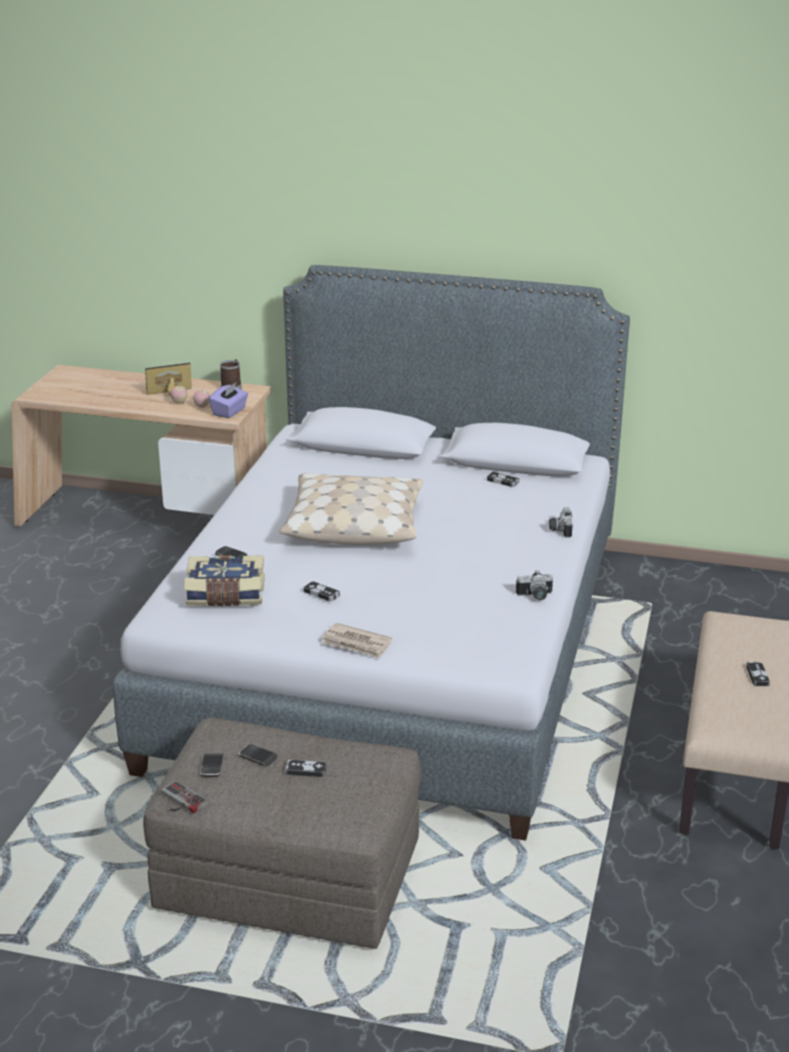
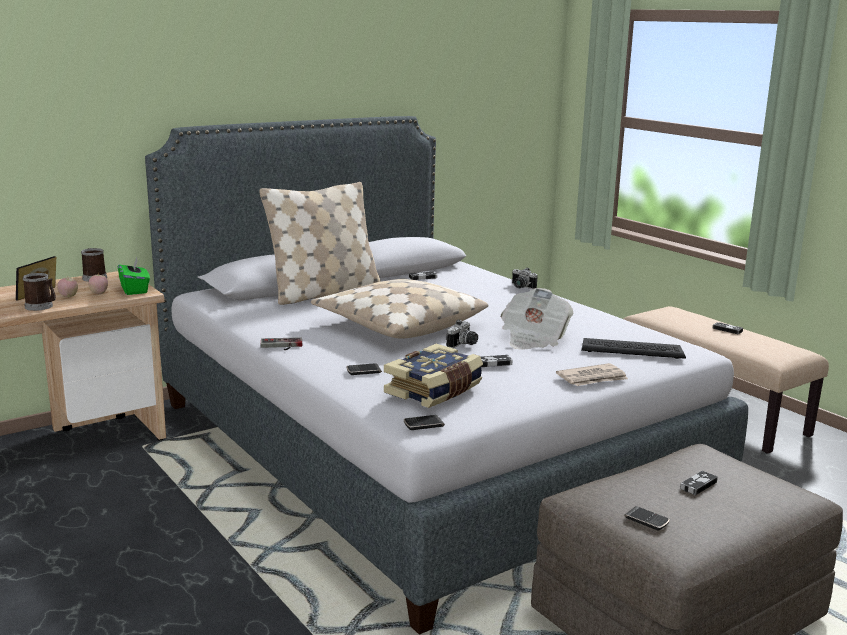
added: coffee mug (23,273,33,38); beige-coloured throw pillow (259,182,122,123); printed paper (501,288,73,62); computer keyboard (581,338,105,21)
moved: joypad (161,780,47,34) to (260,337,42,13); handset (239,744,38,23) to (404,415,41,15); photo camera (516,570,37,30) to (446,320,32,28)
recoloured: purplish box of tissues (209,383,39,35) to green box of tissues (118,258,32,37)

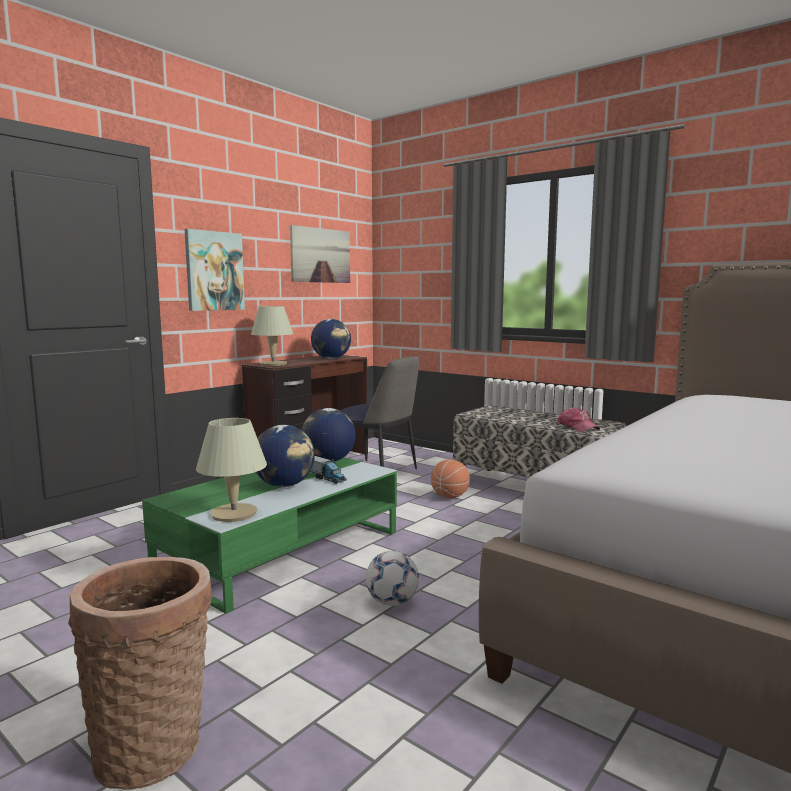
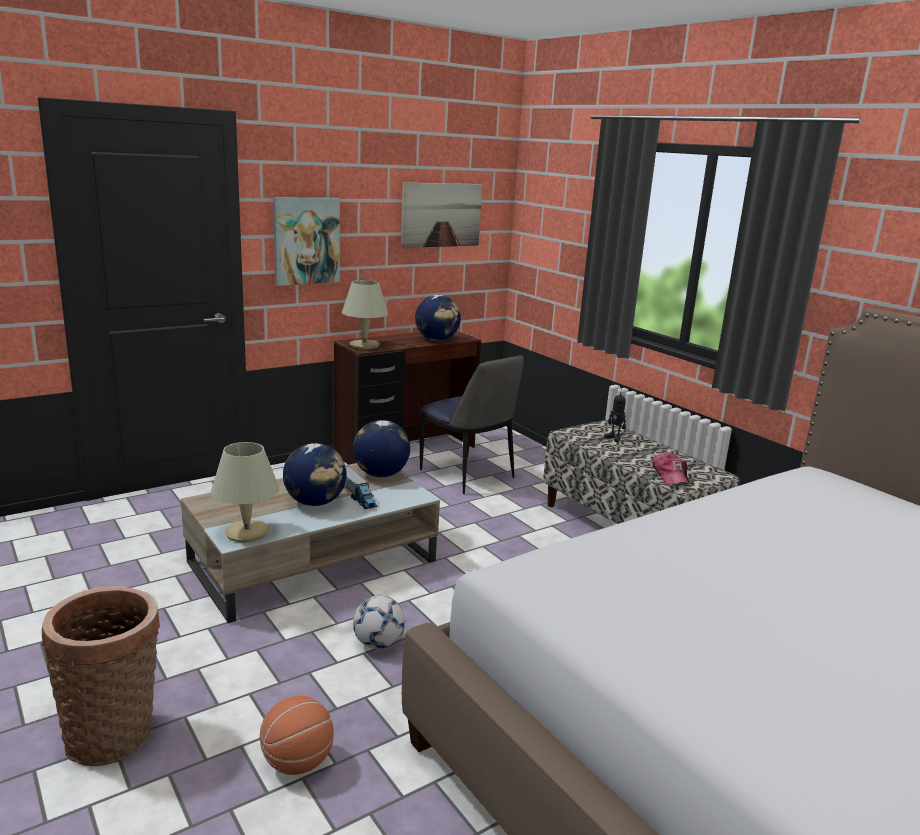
added: robot figure (604,393,22,49)
moved: ball for basketball (431,459,39,39) to (260,696,74,79)
recoloured: green low table (142,458,255,156) to beige-coloured low table (181,463,259,160)

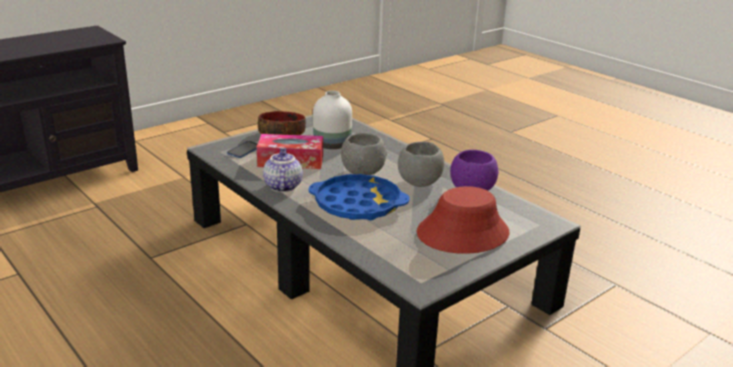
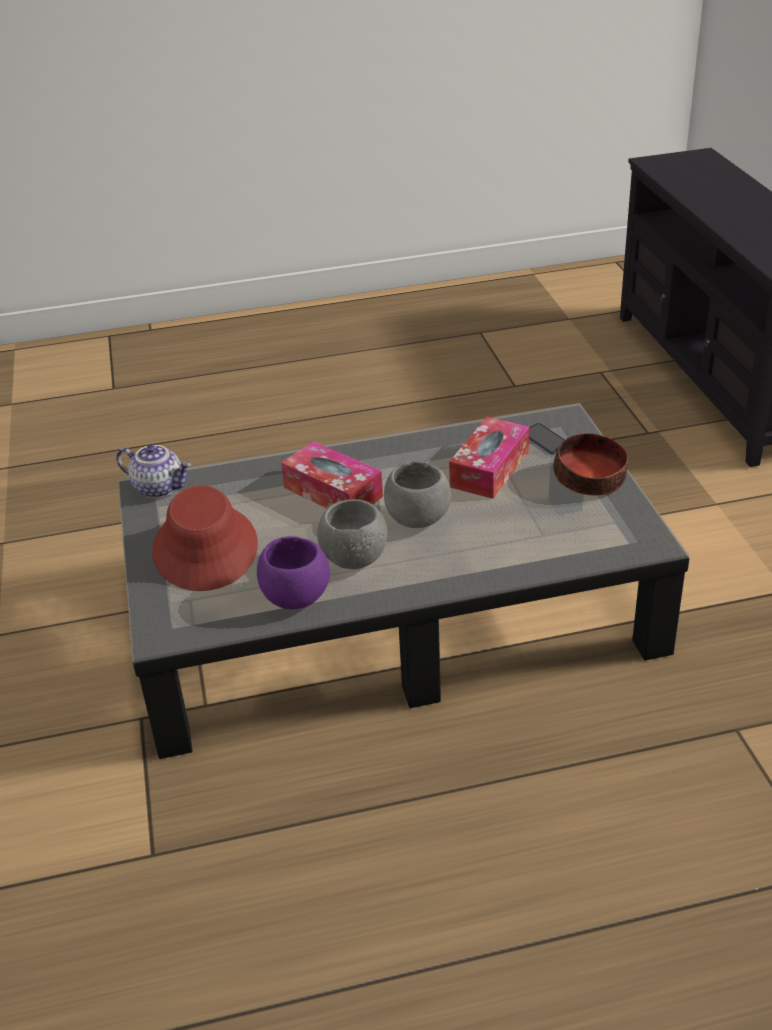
removed: white decorative vase (313,91,39,58)
moved: teapot (263,147,40,45) to (116,445,75,53)
replaced: blue-coloured carrying tray (308,174,102,46) to box of tissues (281,441,102,67)

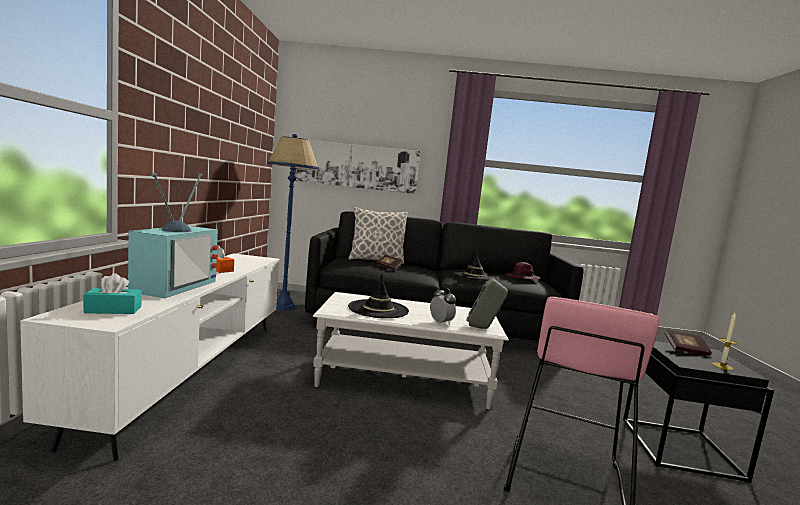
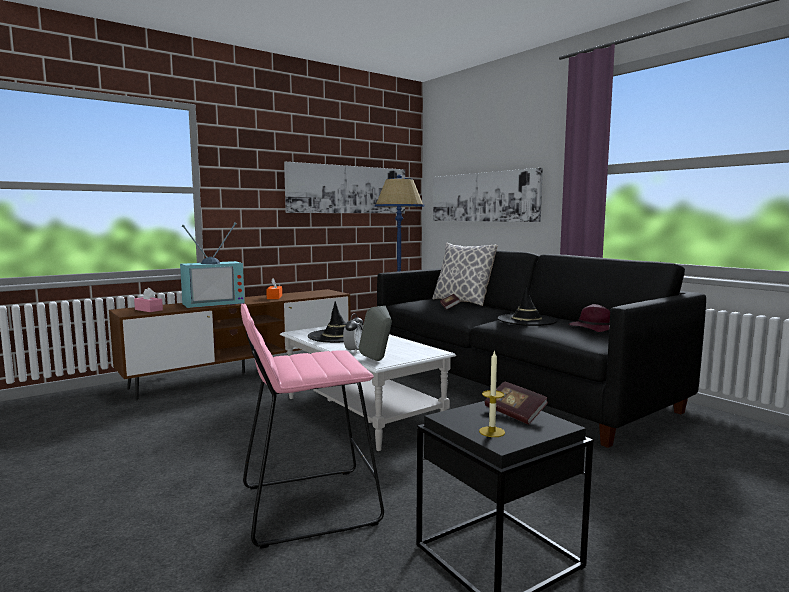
added: wall picture (284,162,121,51)
recoloured: white media console (20,253,259,208) to brown media console (109,289,242,111); turquoise-coloured box of tissues (83,273,59,41) to pinkish box of tissues (134,287,29,25)

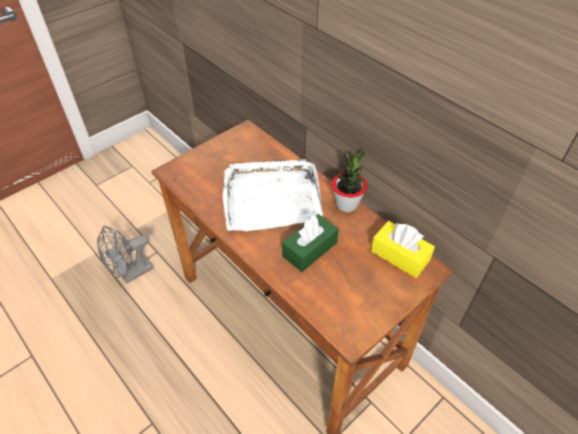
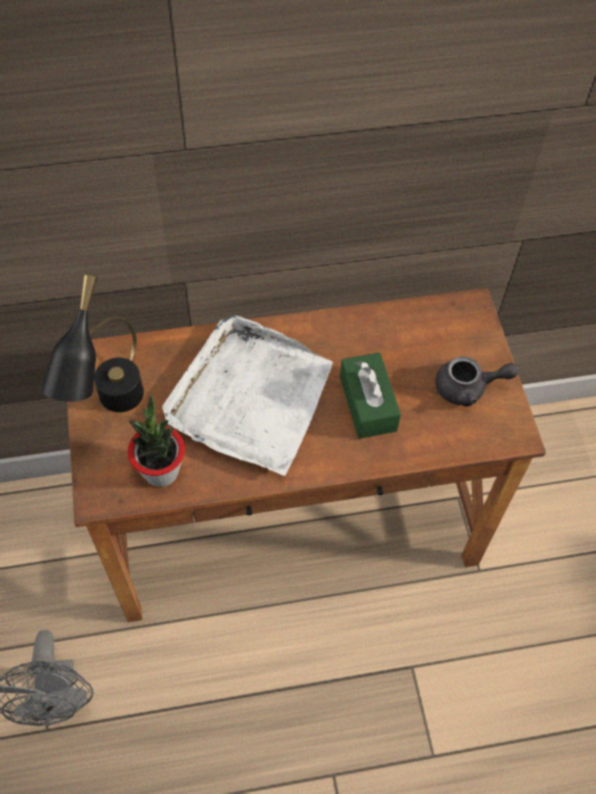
removed: yellow-coloured box of tissues (371,221,64,57)
added: black tabletop lamp (41,273,103,139); grey teapot (436,356,83,51)
moved: plant in a pot (332,149,35,63) to (127,395,58,92)

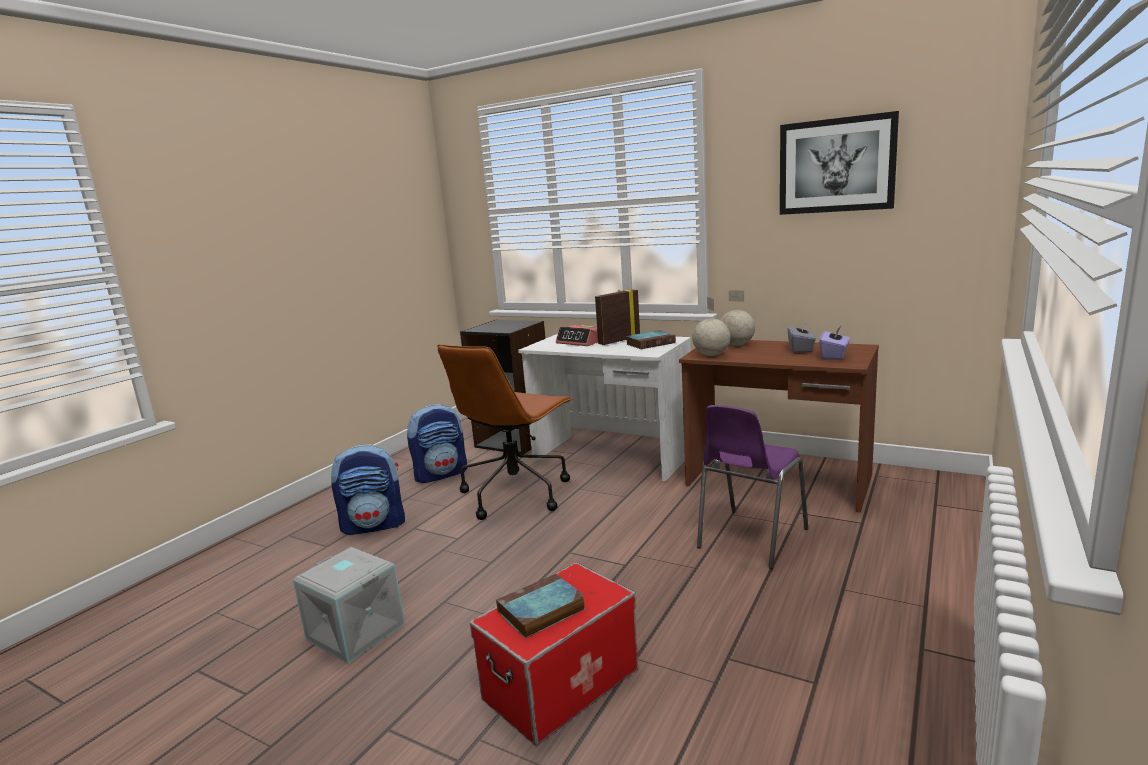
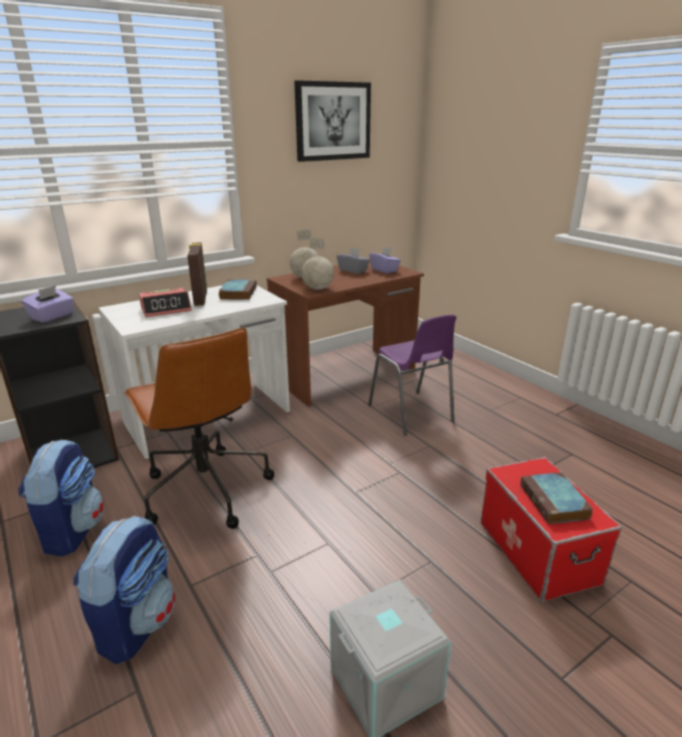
added: purplish box of tissues (21,285,53,38)

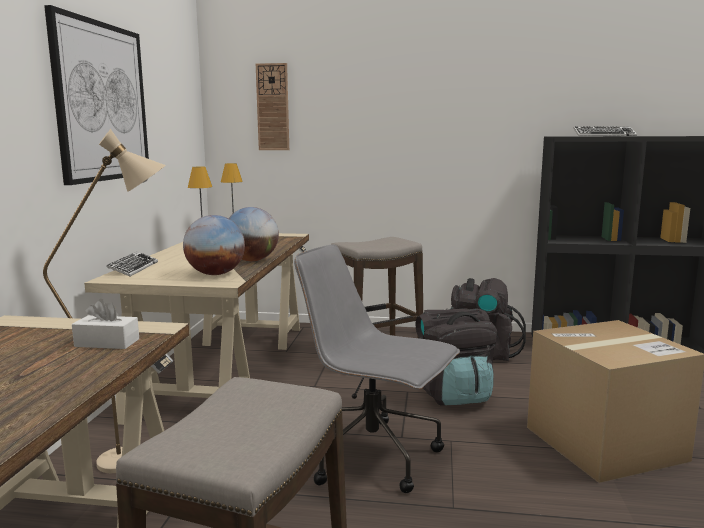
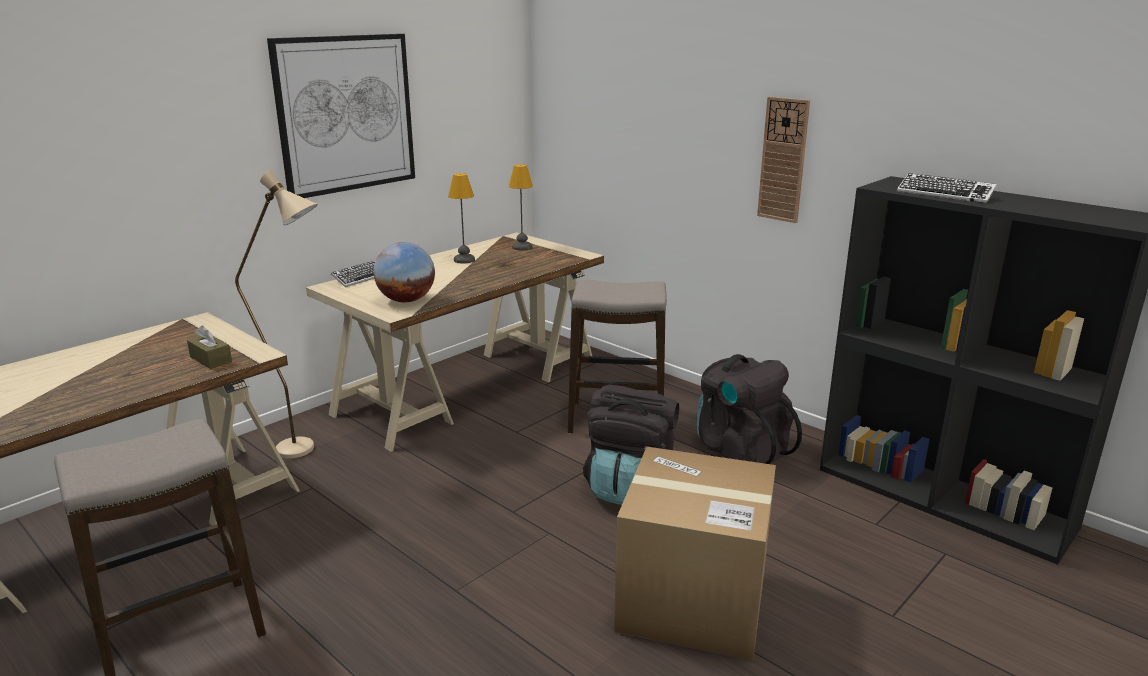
removed: world globe (228,207,51,54); grey computer chair (294,245,166,248)
moved: hanging clock (256,63,33,87) to (757,97,53,126)
recoloured: white box of tissues (72,299,67,50) to brown box of tissues (187,325,45,44)

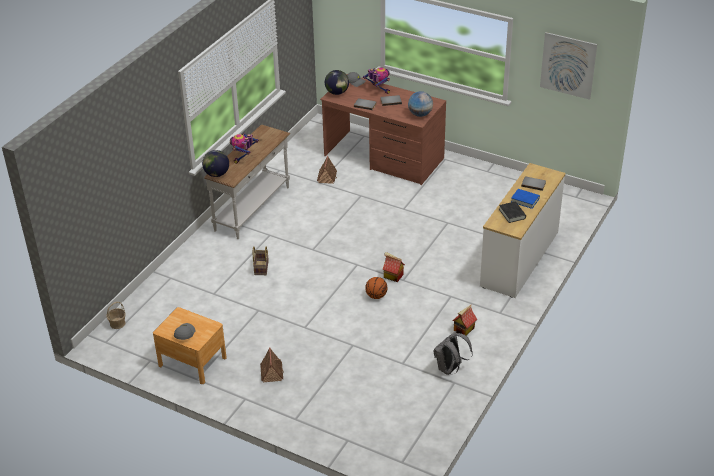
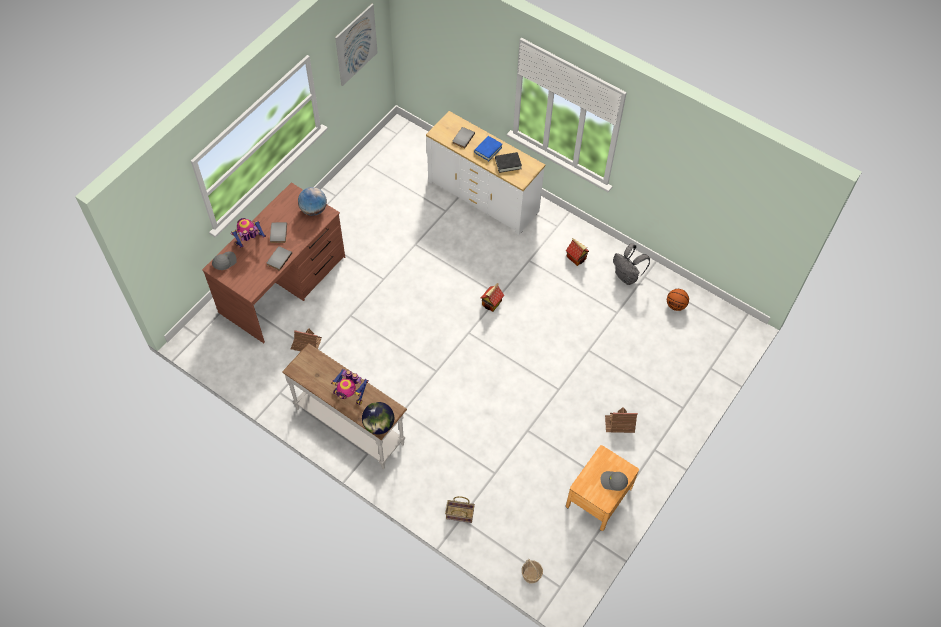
removed: world globe (325,70,24,25)
moved: basket (253,246,16,29) to (445,496,30,27); ball for basketball (365,277,22,22) to (667,289,22,22)

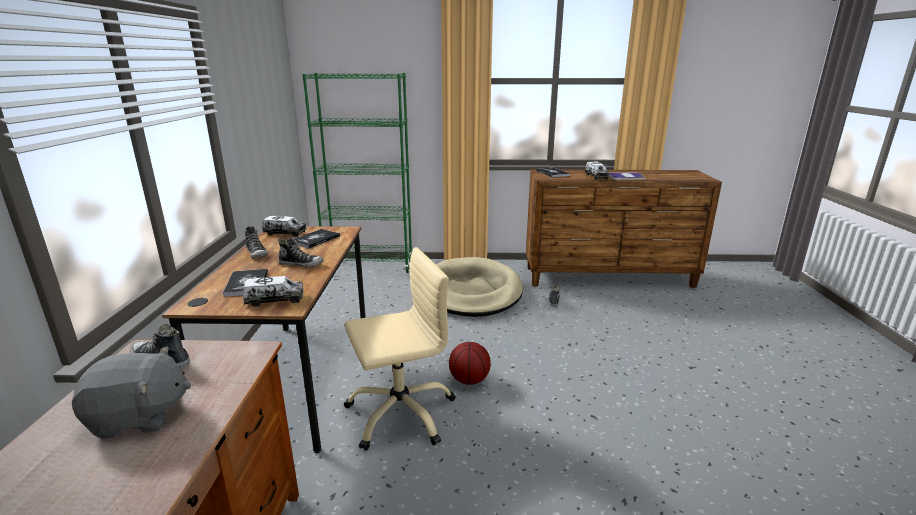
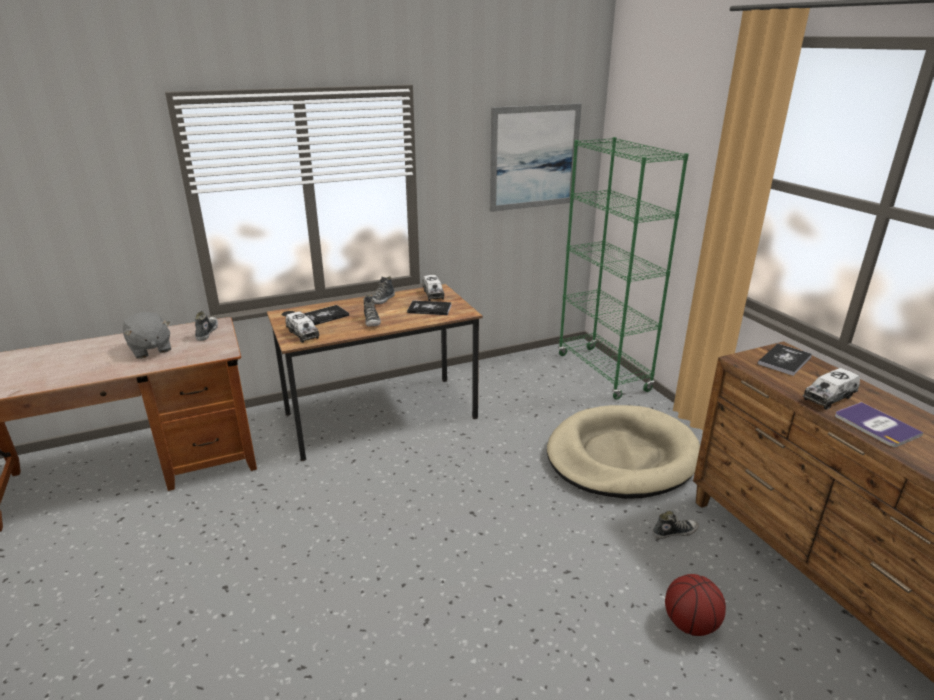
removed: beige-coloured computer chair (344,247,112,204)
added: wall picture (490,103,92,109)
moved: ball for basketball (449,342,42,43) to (665,574,61,62)

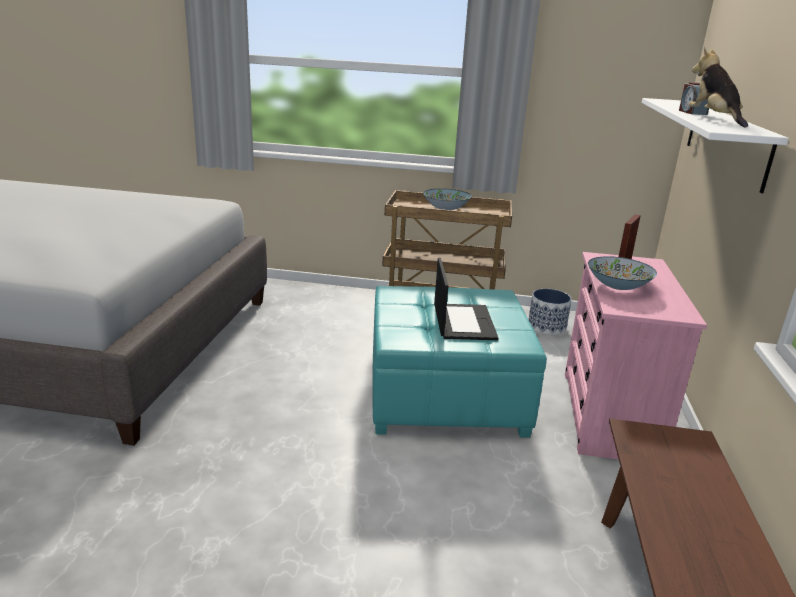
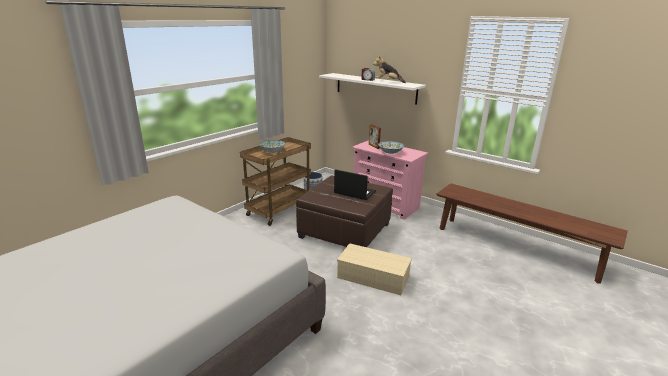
added: beige-coloured storage box (337,243,75,52)
recoloured: turquoise-coloured ottoman (372,286,175,152) to brown ottoman (296,176,97,71)

